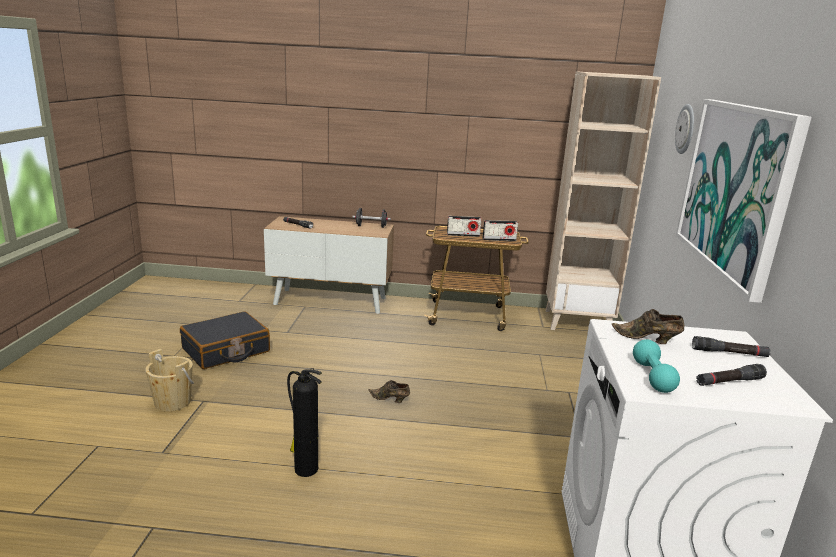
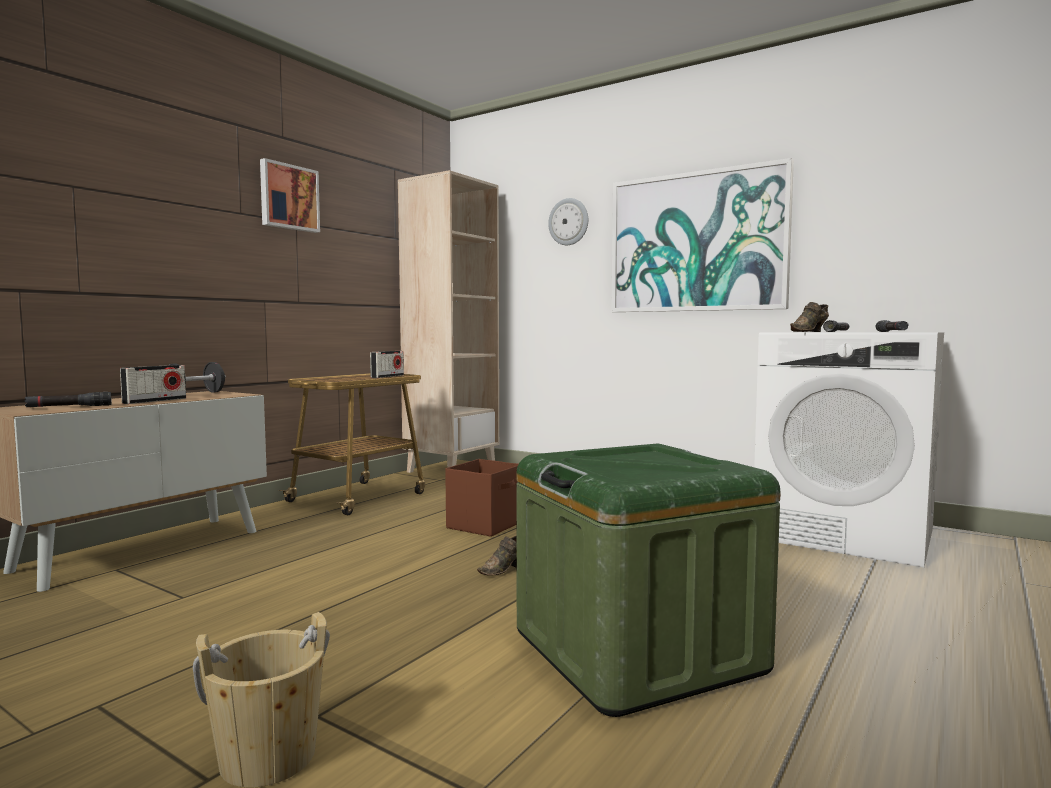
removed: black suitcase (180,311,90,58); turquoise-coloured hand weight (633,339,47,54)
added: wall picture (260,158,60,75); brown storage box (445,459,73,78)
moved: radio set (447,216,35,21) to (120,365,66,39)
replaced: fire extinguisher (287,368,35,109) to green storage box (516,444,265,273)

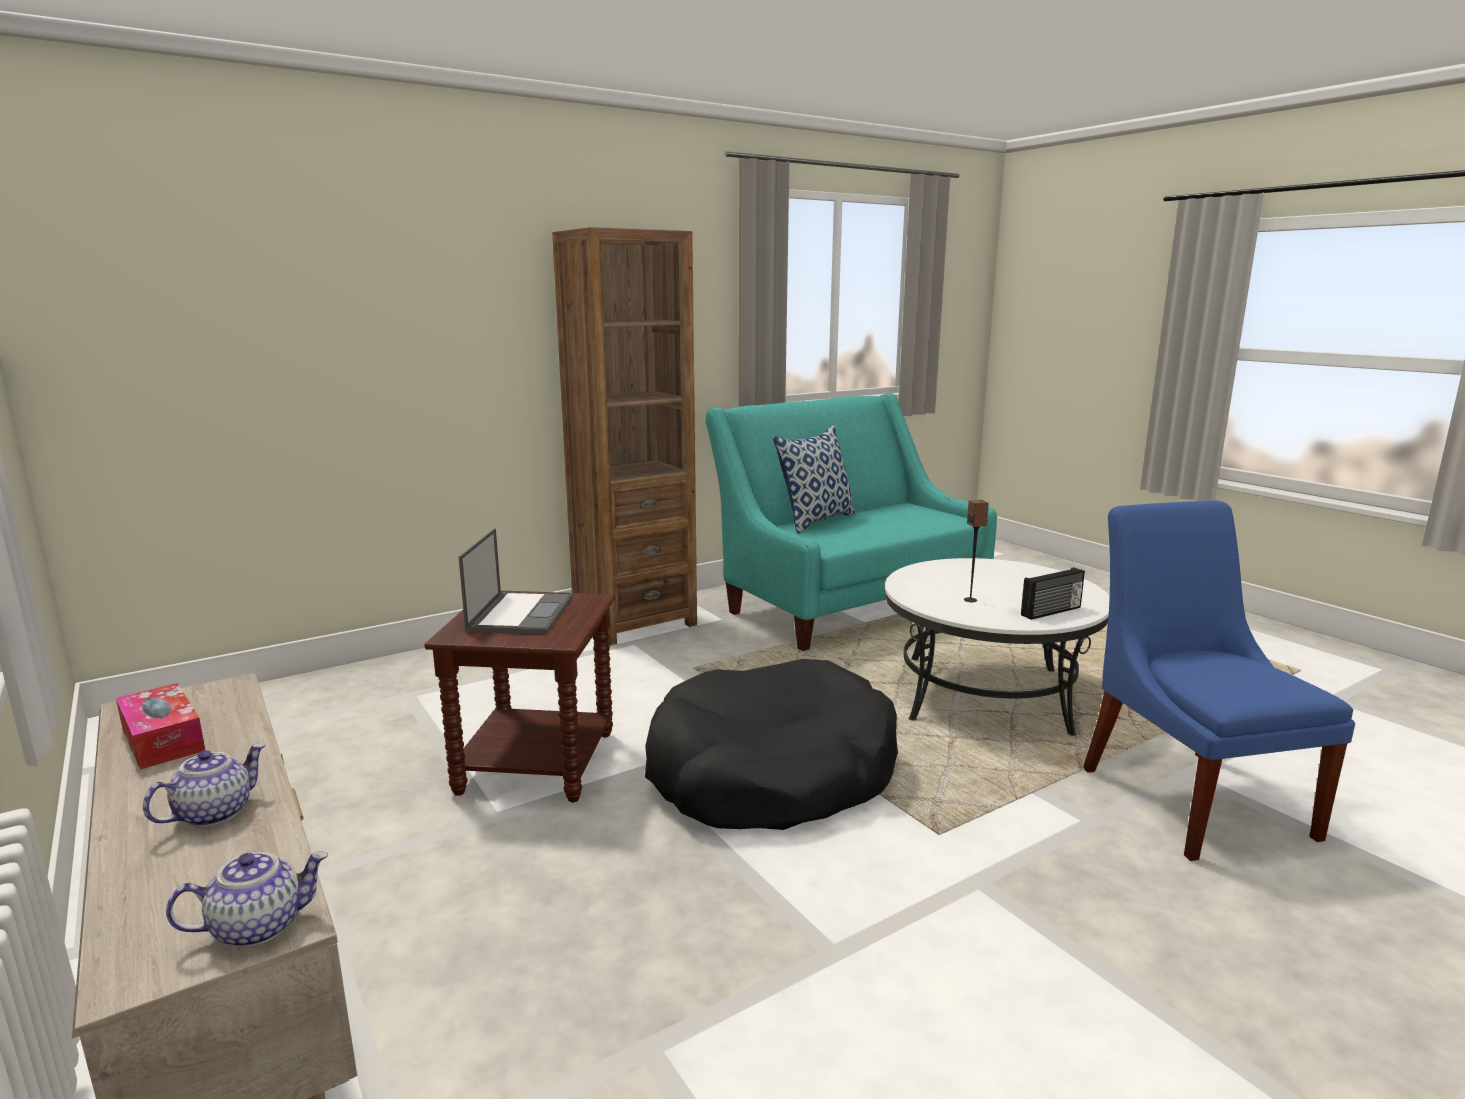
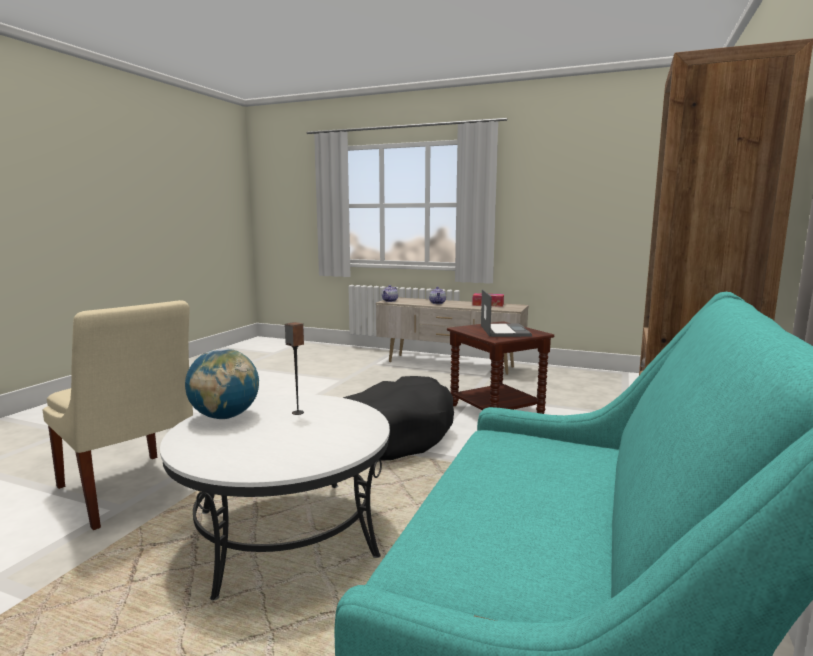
removed: throw pillow (773,425,84,108)
replaced: radio set (1021,567,64,53) to world globe (185,348,74,71)
recoloured: blue-coloured upright chair (1083,501,272,360) to beige-coloured upright chair (42,300,155,230)
turned: notebook computer (459,528,114,106) = (481,289,51,48) 150 degrees counterclockwise

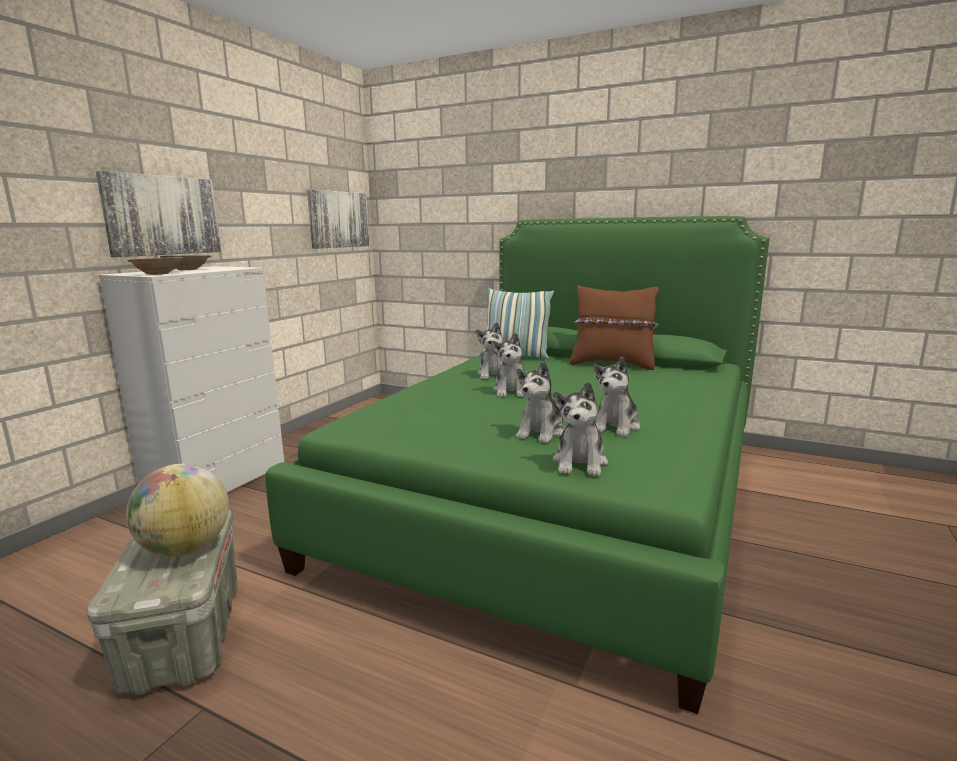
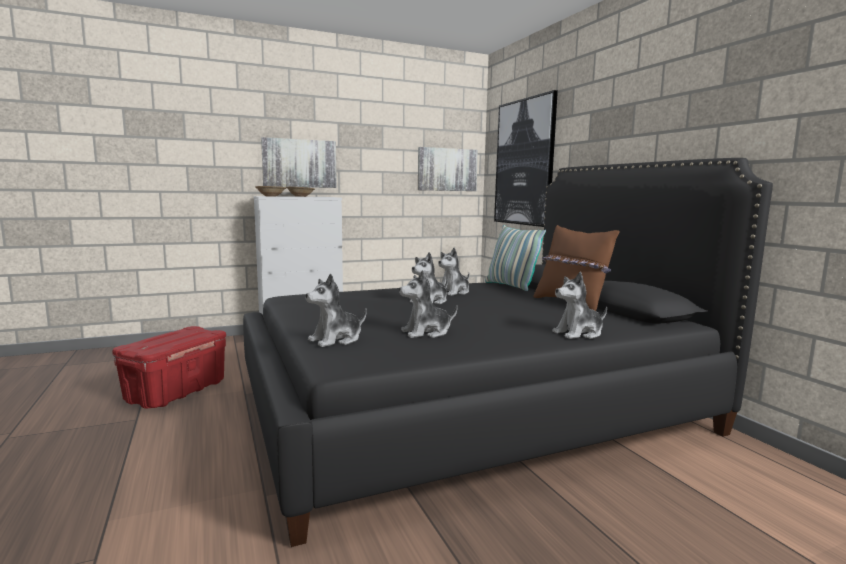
removed: world globe (126,464,103,93)
added: wall picture (494,90,64,137)
moved: plush toy (515,361,50,83) to (552,272,55,67)
recoloured: grey storage box (87,510,151,185) to red storage box (112,326,114,83); green bed (265,216,504,498) to black bed (243,158,530,389)

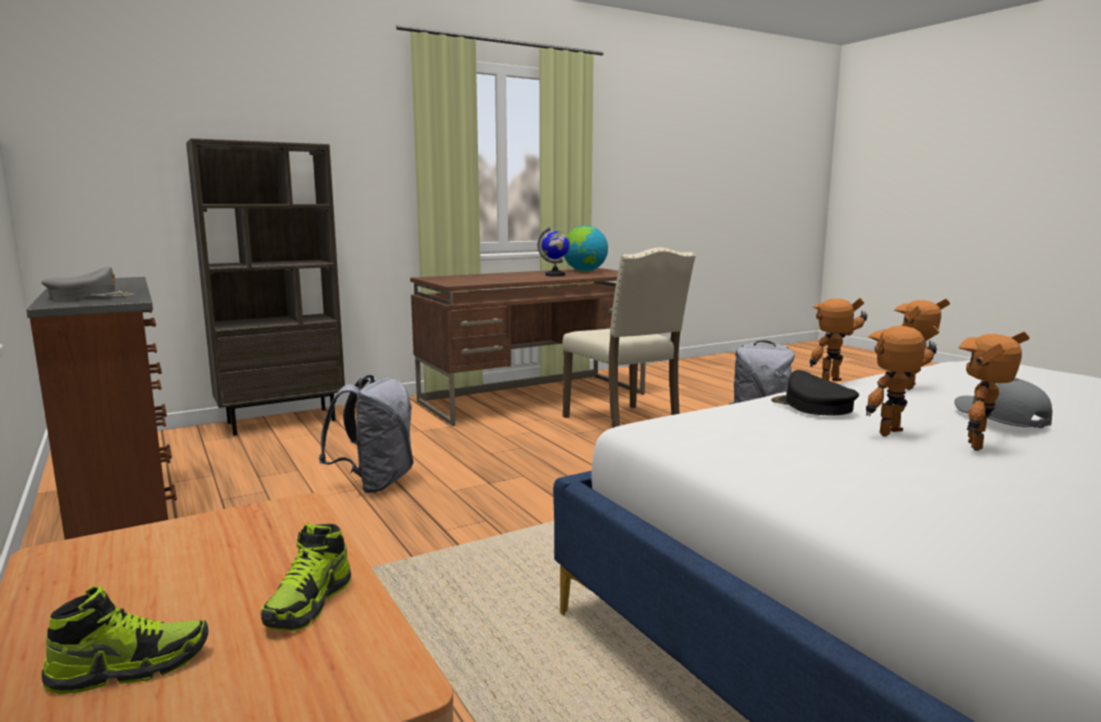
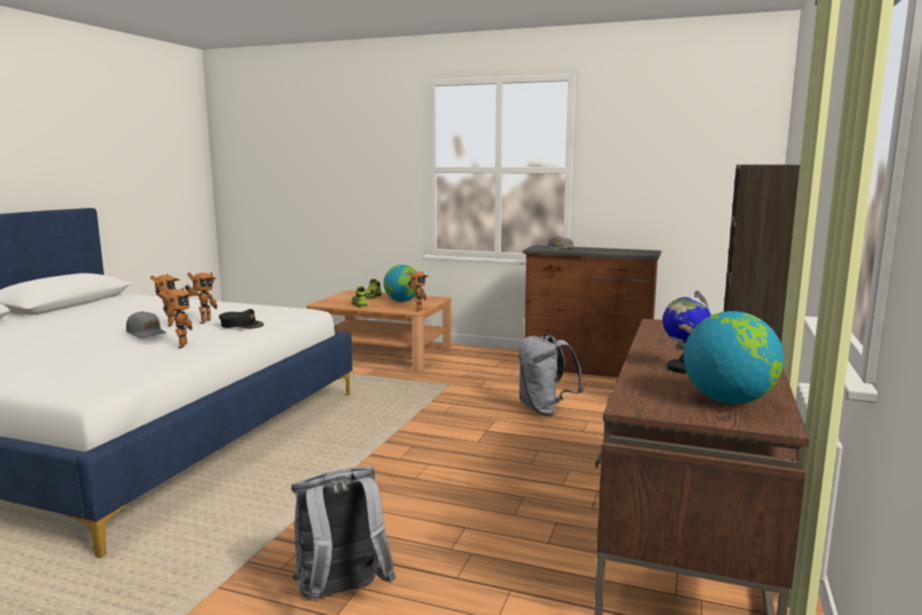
removed: beige-coloured upright chair (562,247,134,181)
added: world globe (384,265,33,37)
moved: robot figure (810,298,57,83) to (407,271,22,40)

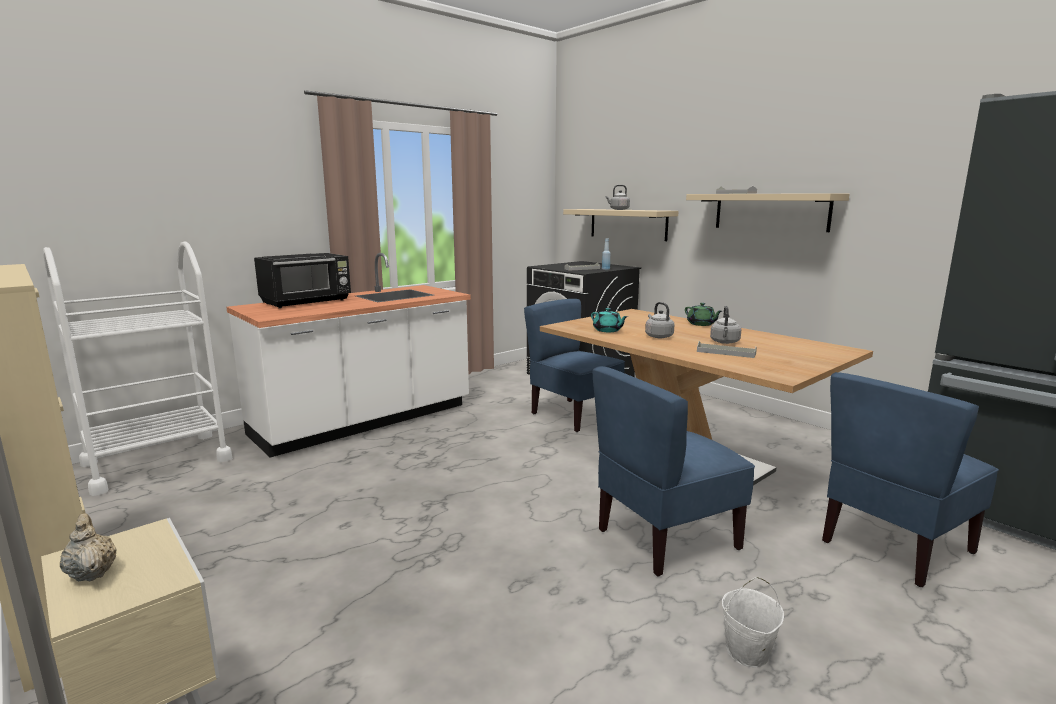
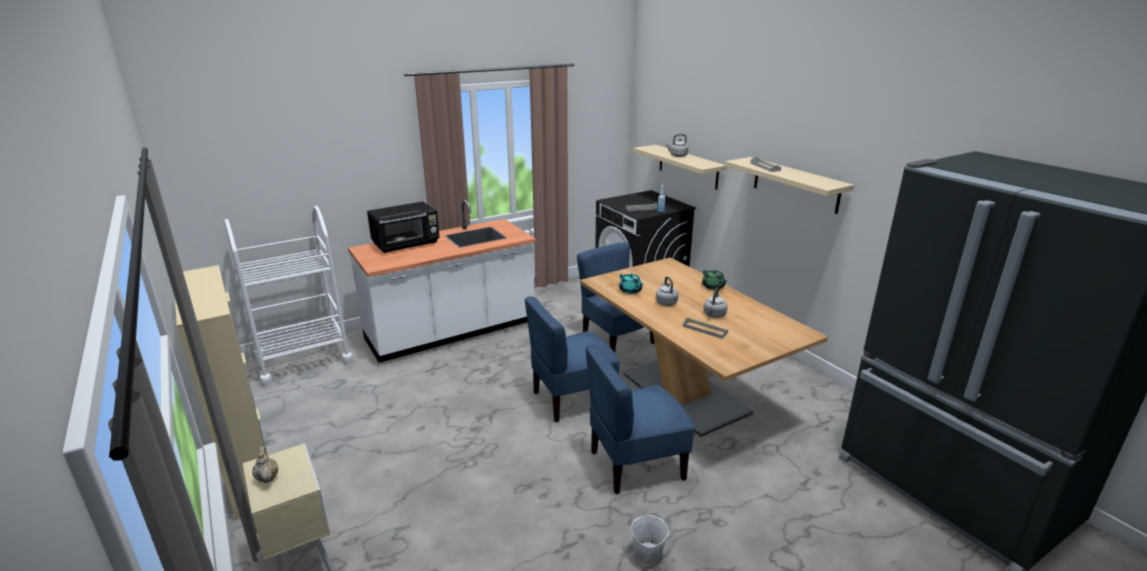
moved: blue-coloured upright chair (822,372,177,215) to (525,296,94,126)

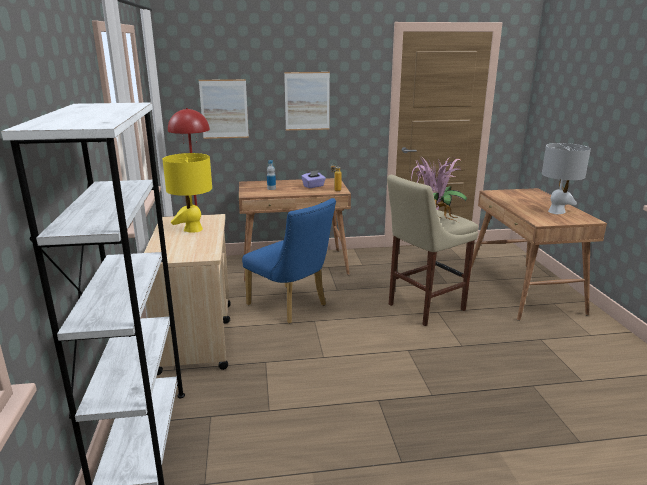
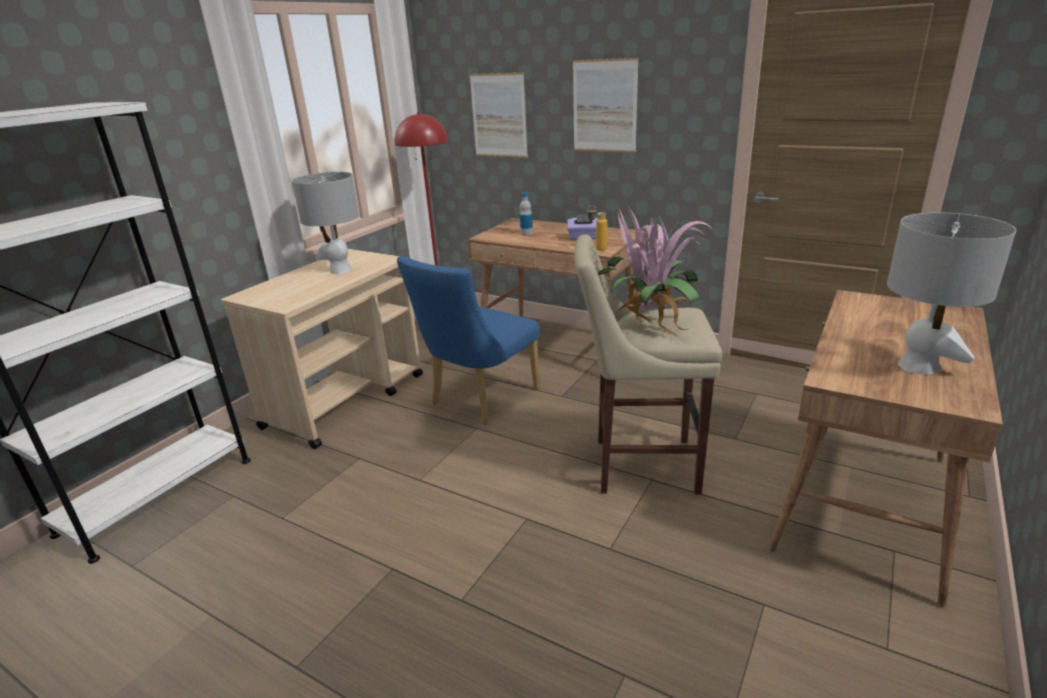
recoloured: yellow-coloured tabletop lamp (163,153,49,79) to grey tabletop lamp (292,172,67,102)
turned: blue-coloured upright chair (242,198,94,126) = (397,256,143,169) 45 degrees clockwise

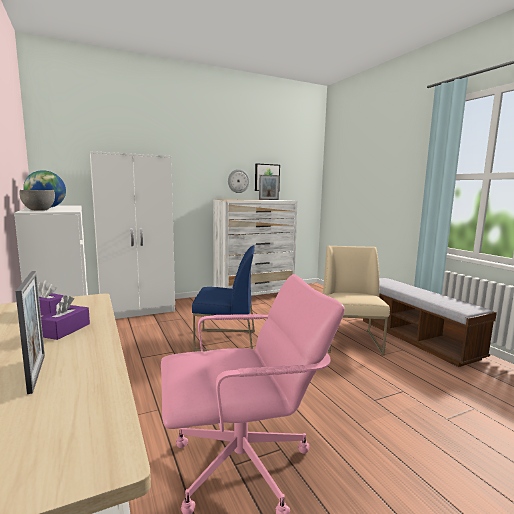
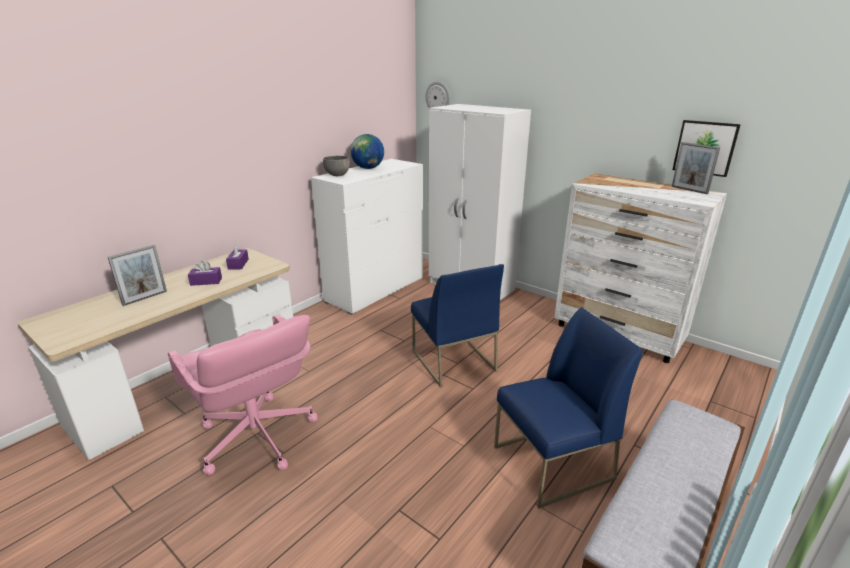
moved: hanging clock (228,169,22,24) to (425,81,25,27)
recoloured: beige-coloured upright chair (323,246,67,109) to blue-coloured upright chair (494,307,149,201)

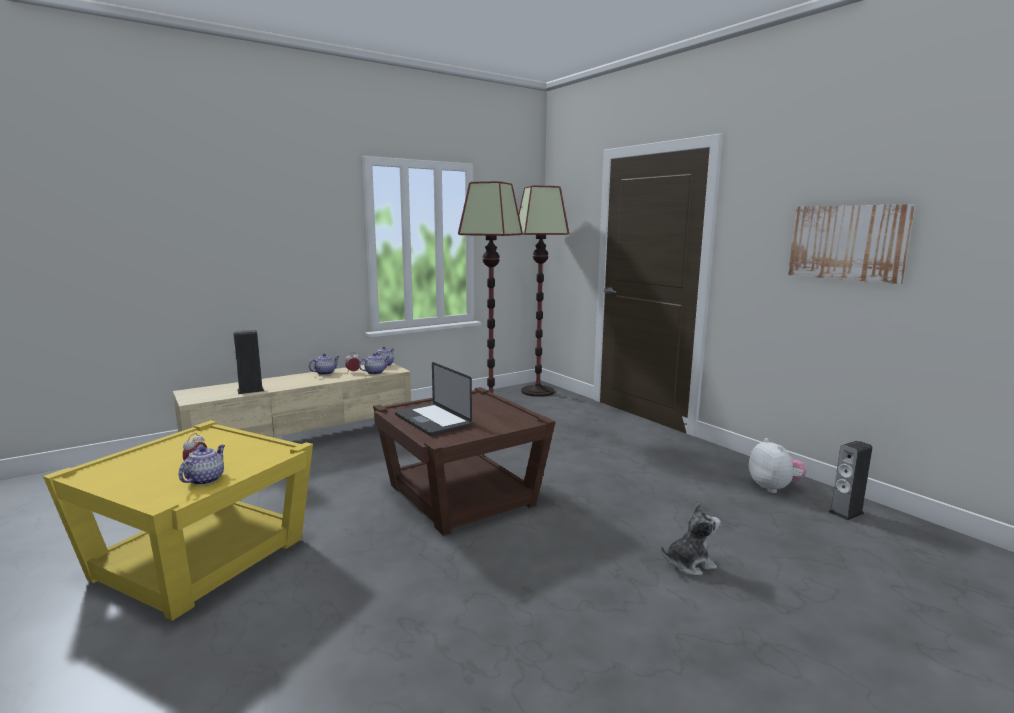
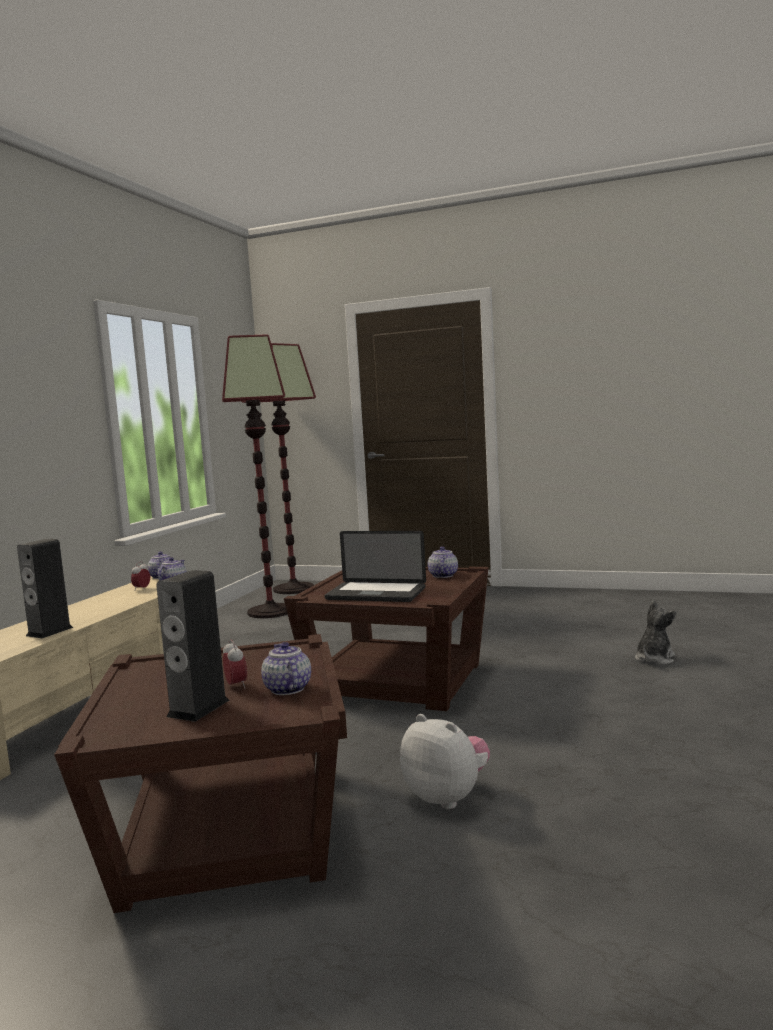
removed: wall picture (788,204,127,80)
moved: speaker (829,440,43,81) to (157,570,72,152); plush toy (749,438,58,55) to (400,714,90,95); teapot (309,353,30,22) to (428,546,30,32)
recoloured: yellow-coloured side table (43,420,270,201) to brown side table (54,634,293,279)

